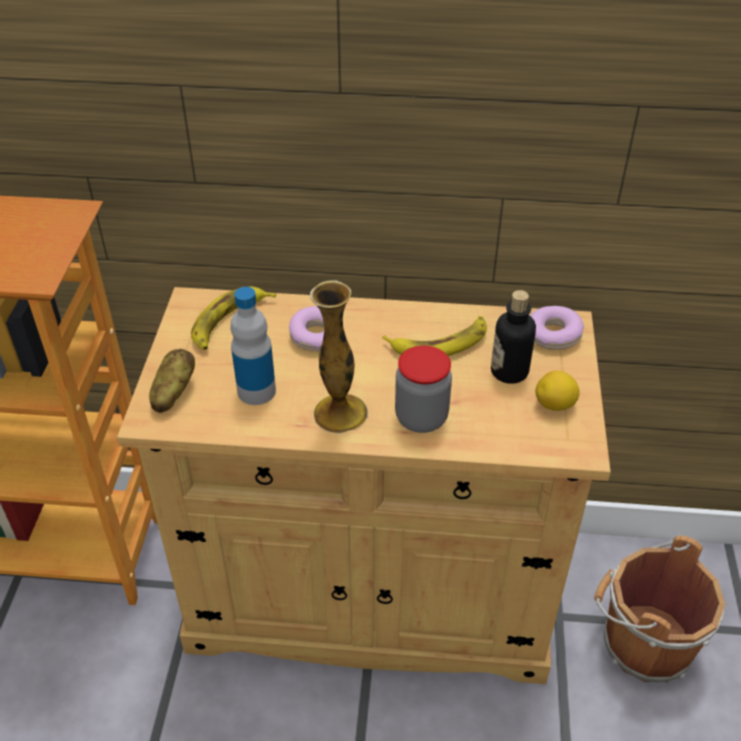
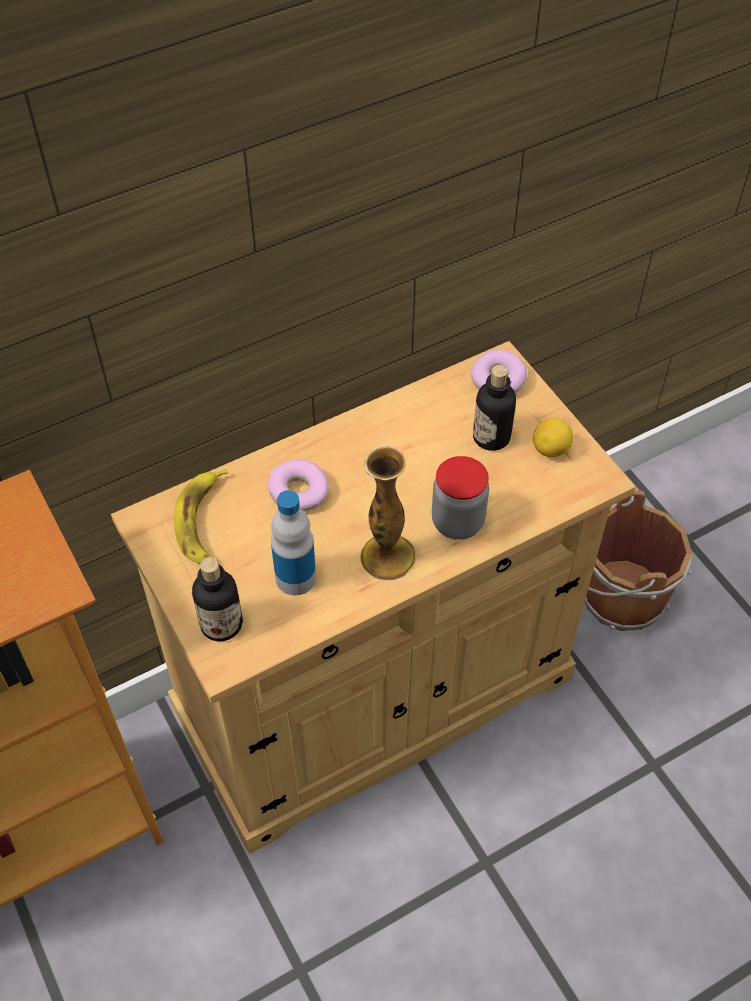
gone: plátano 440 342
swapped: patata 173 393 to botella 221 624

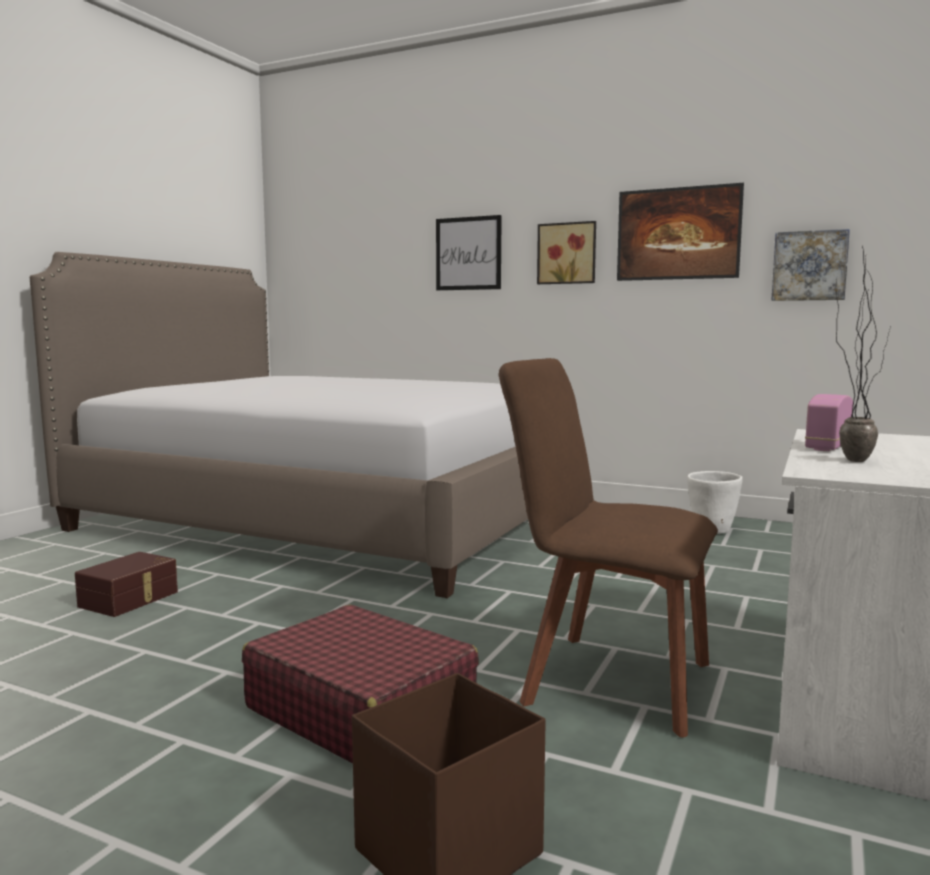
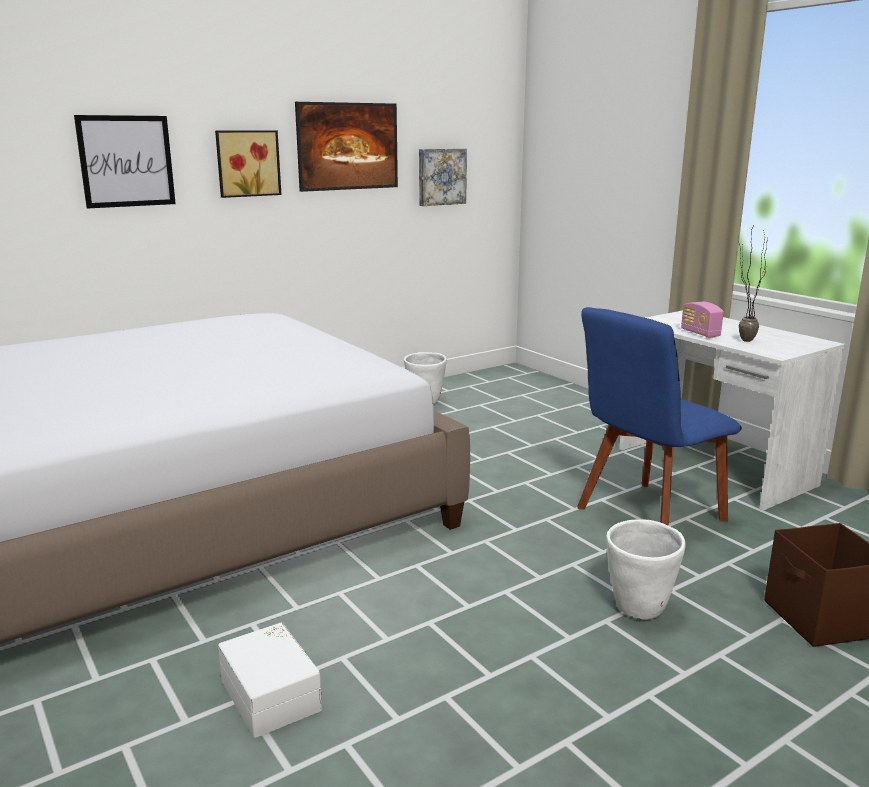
swapped: maleta [rojo] 360 709 to maceta [blanco] 638 608
repainted: silla [marrón] 607 680 to silla [azul] 646 517; caja de almacenaje [marrón] 130 599 to caja de almacenaje [blanco] 273 694

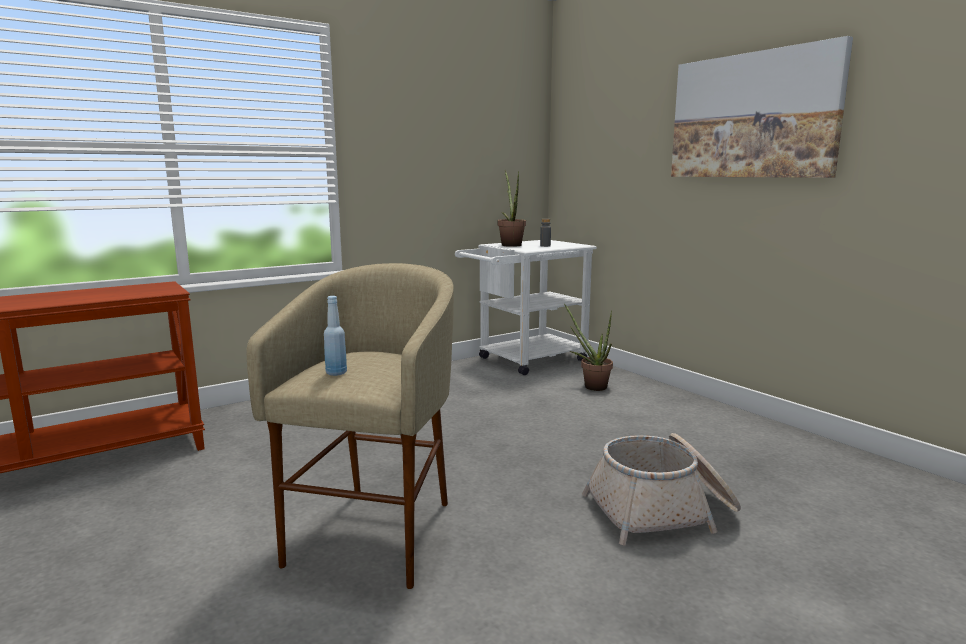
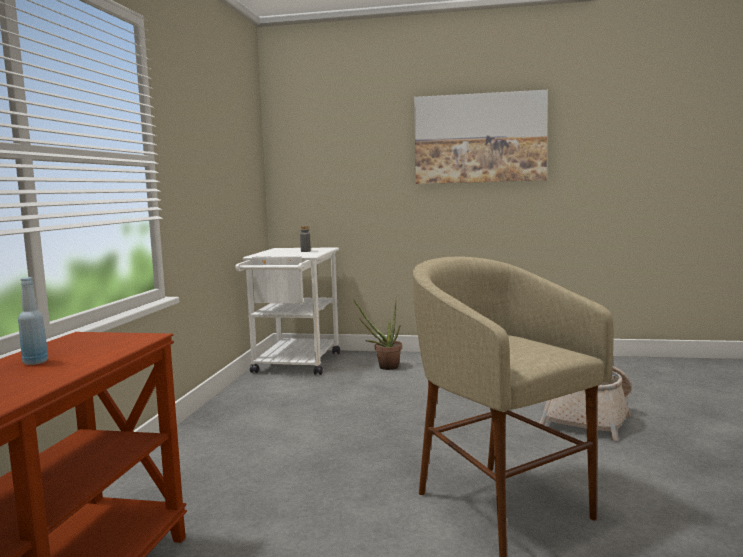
gone: planta en maceta 510 244
shifted: botella [azul] 336 373 to 35 362

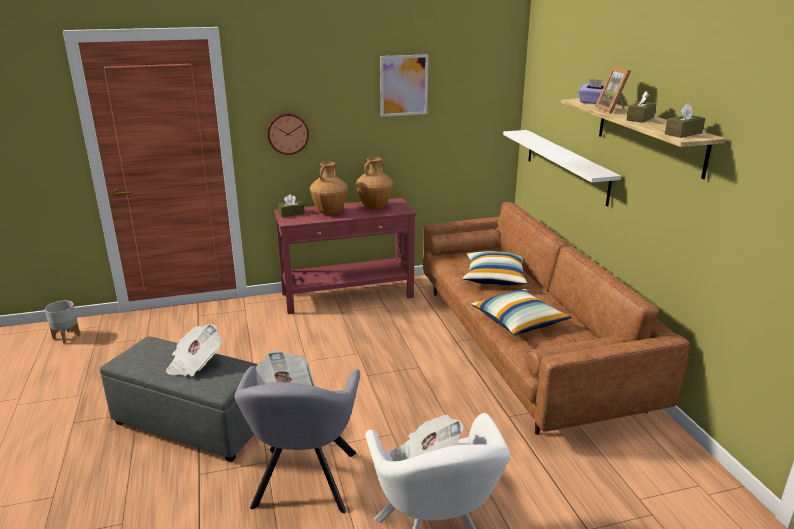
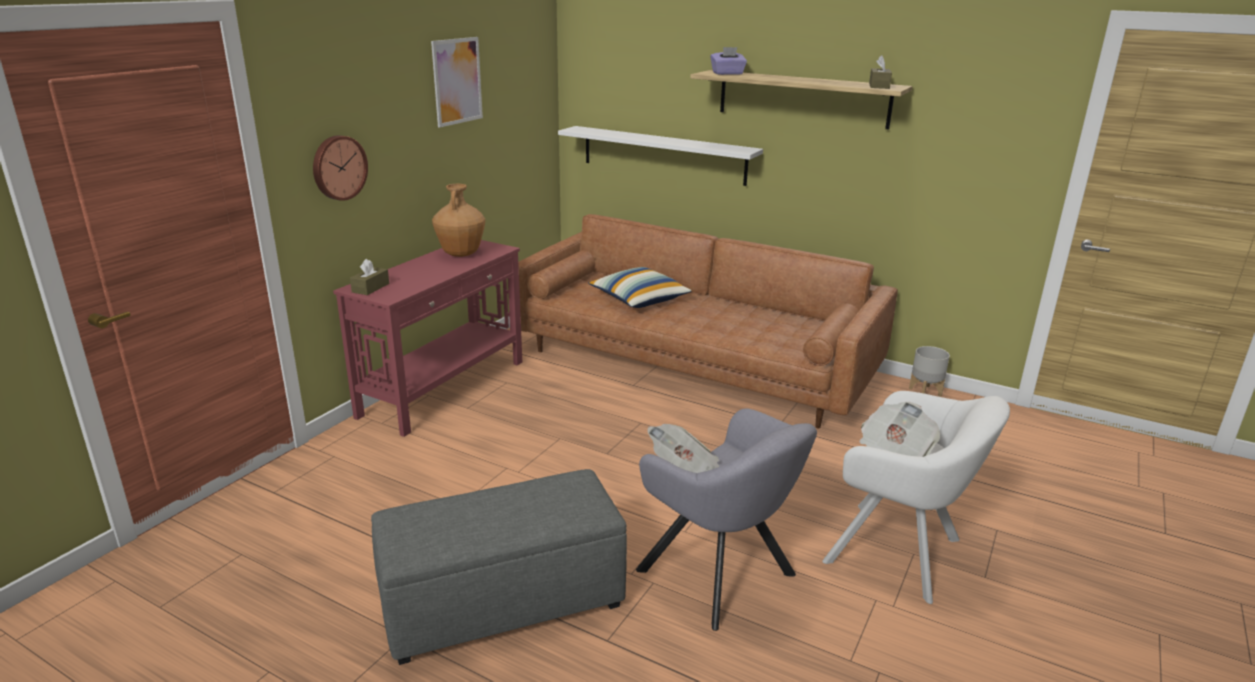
gone: portarretratos 613 110; caja de pañuelos [marrón] 640 118; florero [marrón] 330 213; cojín 519 322; periódico 195 363
shifted: maceta [gris] 67 337 to 925 392

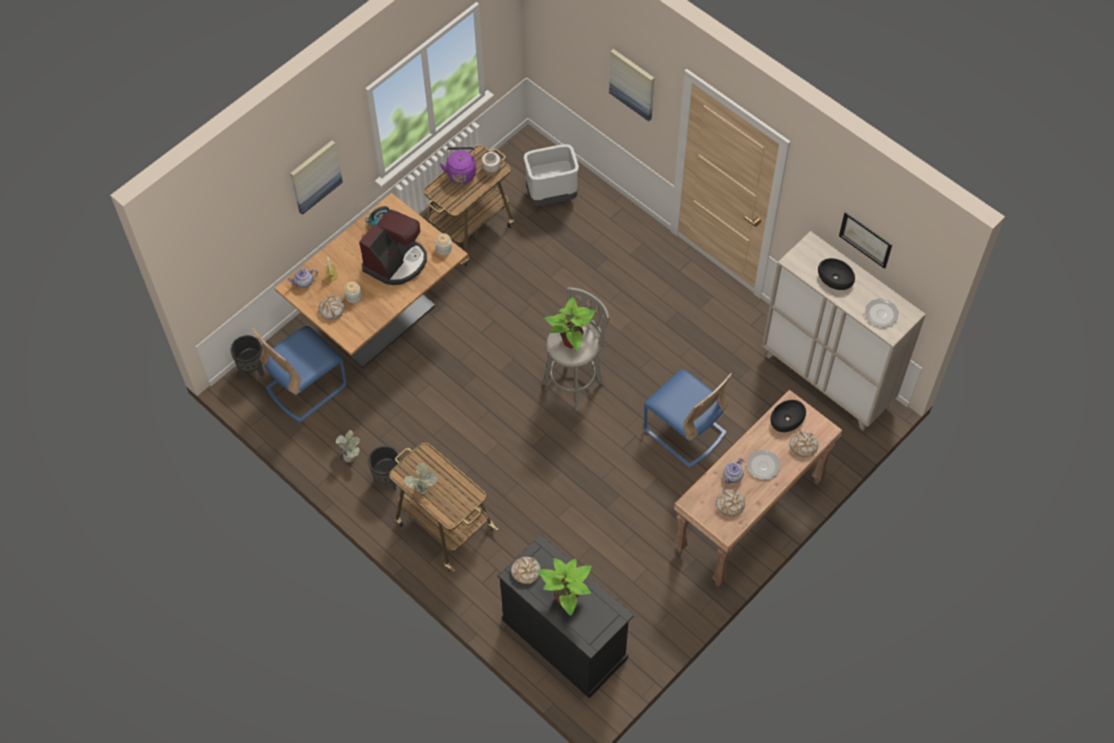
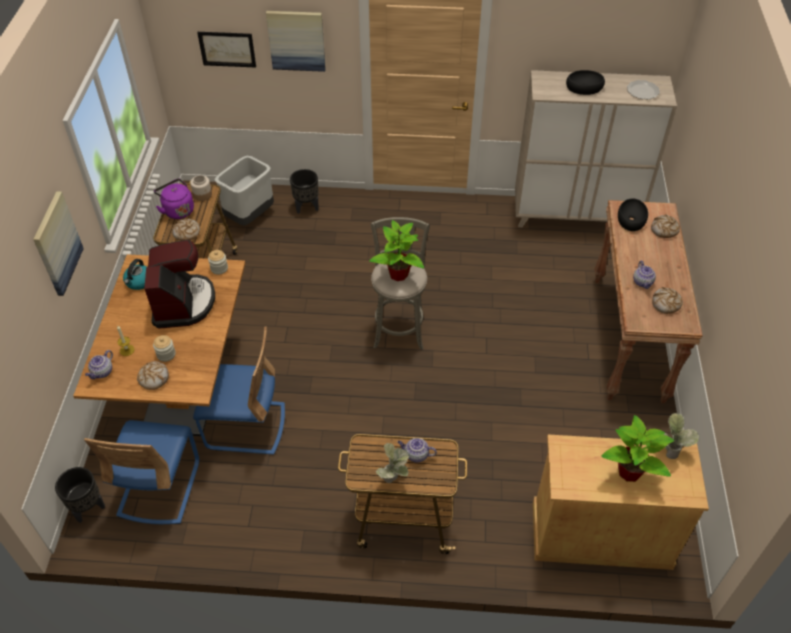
gone: plato 763 465
new: tetera 416 455
shifted: cuadro 865 239 to 227 49; silla [azul] 684 431 to 245 426; planta en maceta 350 455 to 670 449; maceta [negro] 387 480 to 306 207; pan 525 572 to 186 233
repainted: armario [negro] 565 638 to armario [beis] 600 534

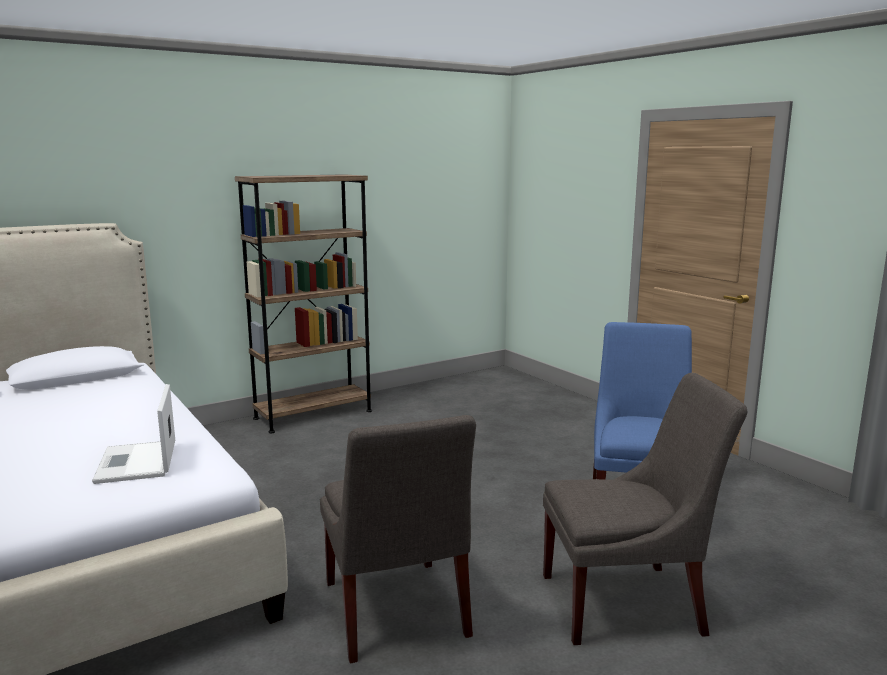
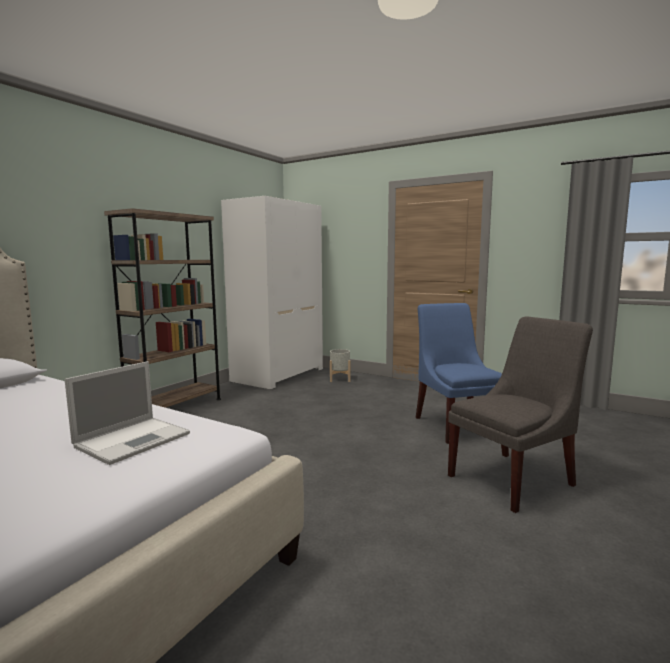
gone: silla [gris] 395 613
new: armario ropero [blanco] 278 375; maceta [gris] 339 379
rotated: portátil 137 463 = 134 439 105 degrees counterclockwise

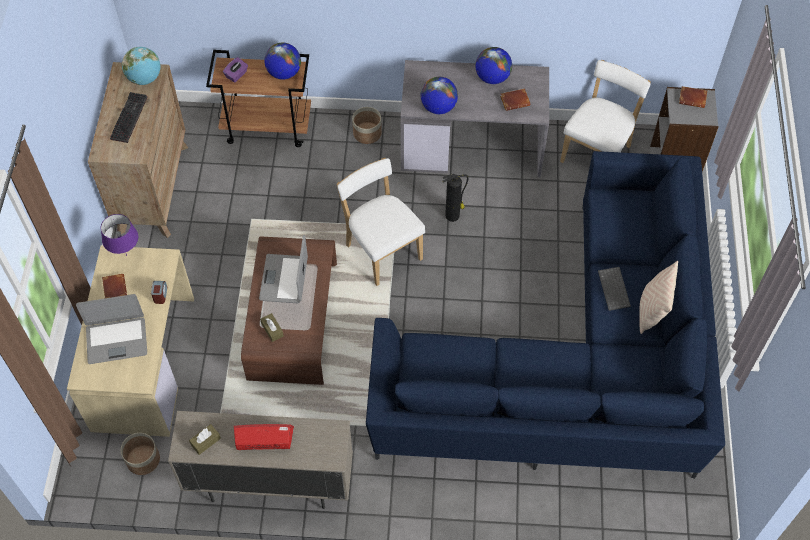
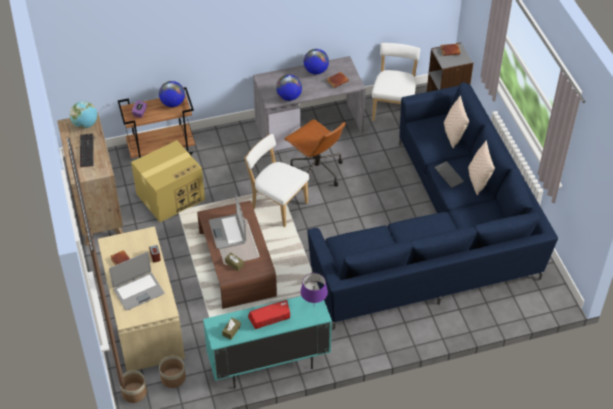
new: cojín [beis] 453 135; caja de cartón 171 196
shifted: maceta 367 133 to 134 392; lámpara de mesa [morado] 126 255 to 313 306
swapped: extintor 453 215 to silla de oficina [marrón] 316 171
repainted: armario [beis] 270 483 to armario [turquesa] 269 365

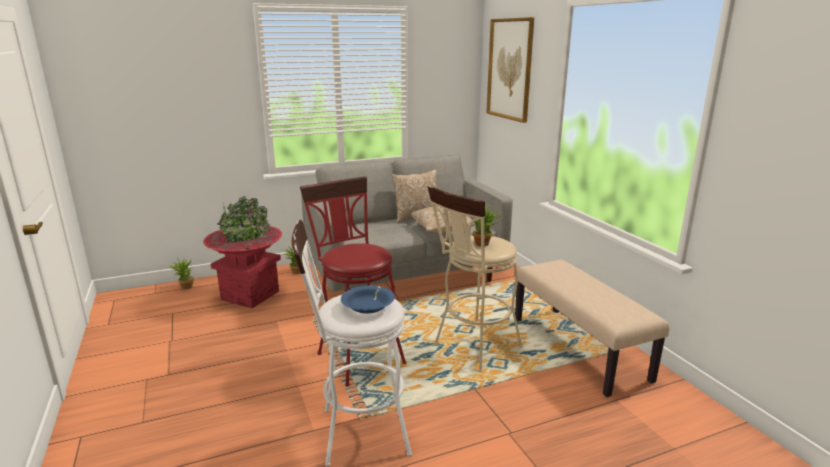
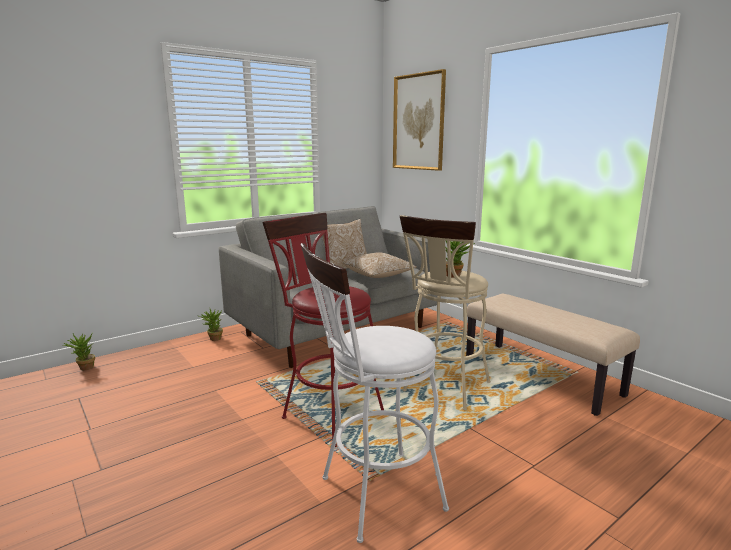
gone: maceta [rojo] 250 295; cuenco [azul] 368 306

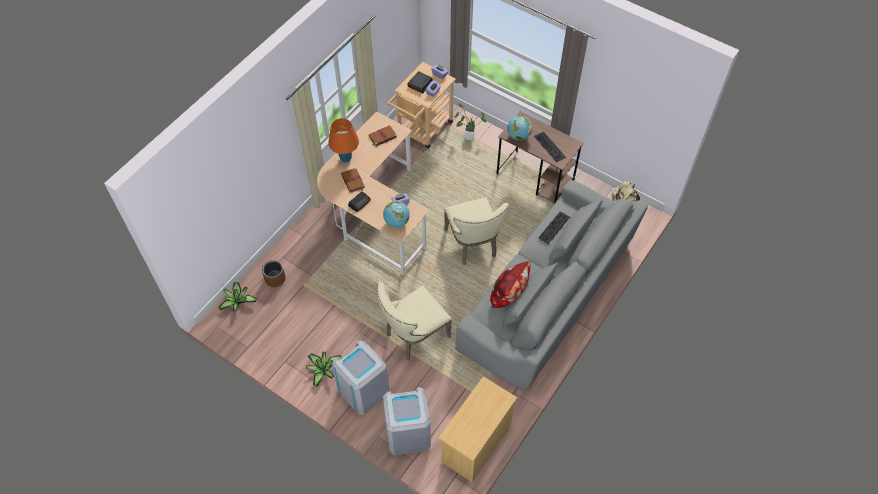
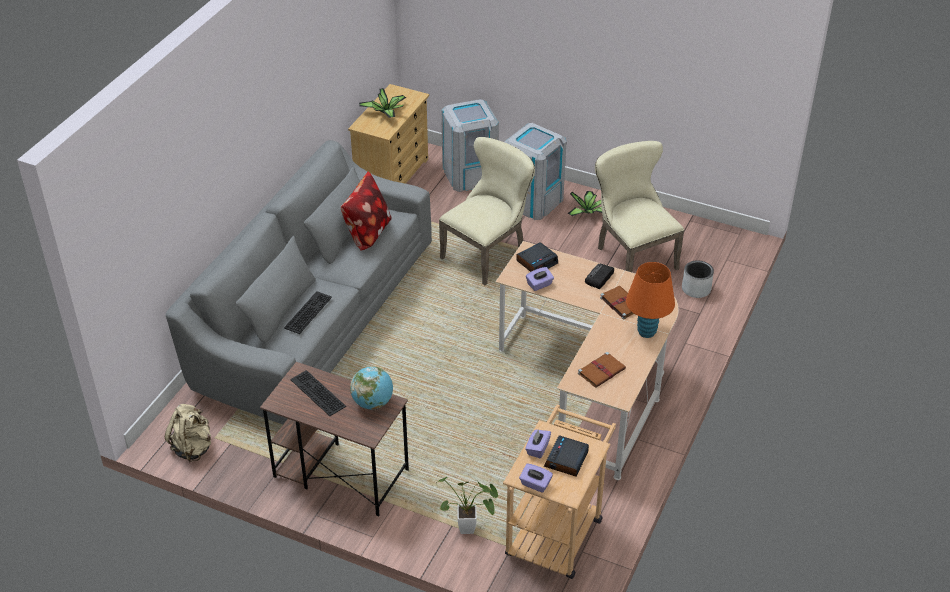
shifted: silla [beis] 473 245 to 632 256; planta en maceta 237 301 to 386 112
swapped: globo terráqueo 396 222 to despertador 537 262
repainted: maceta [marrón] 275 278 to maceta [gris] 696 289

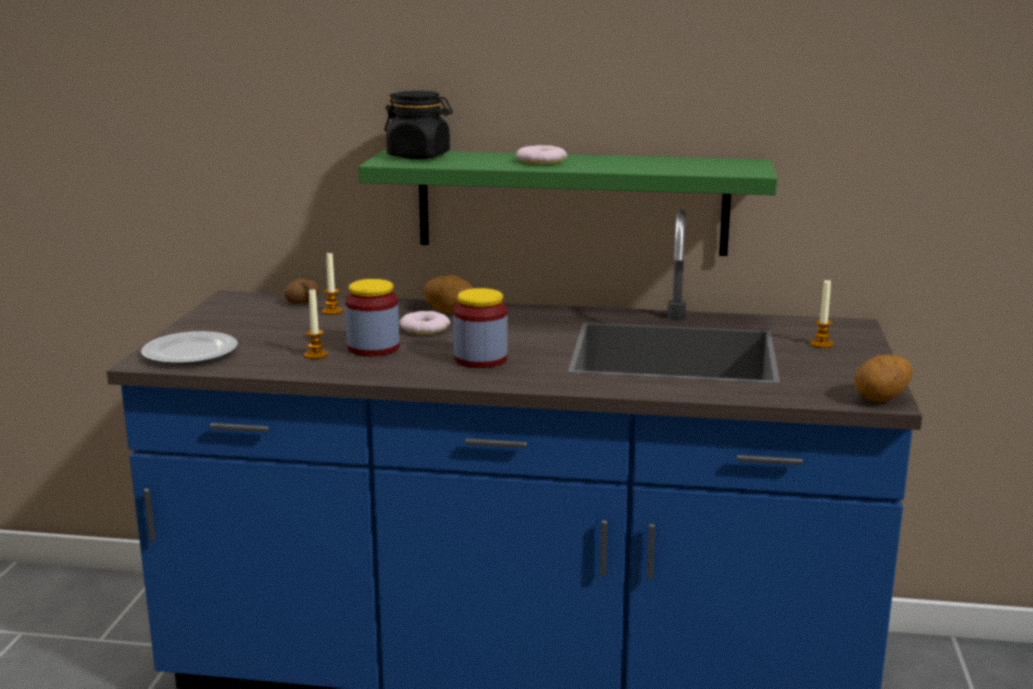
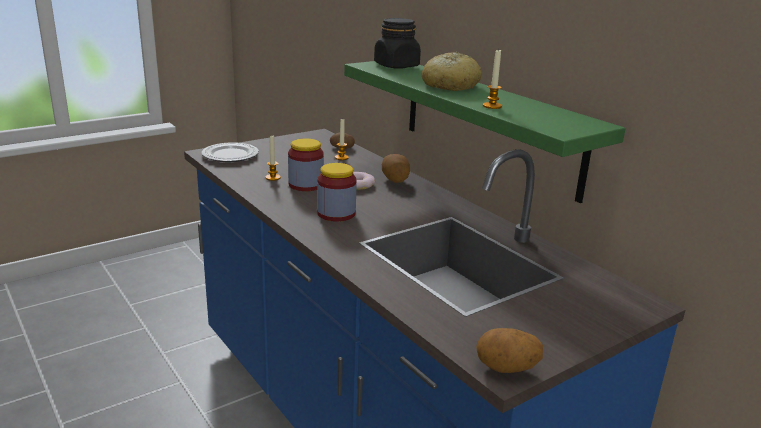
shifted: vela 821 344 to 492 106
swapped: rosquilla 541 161 to pan 450 86

